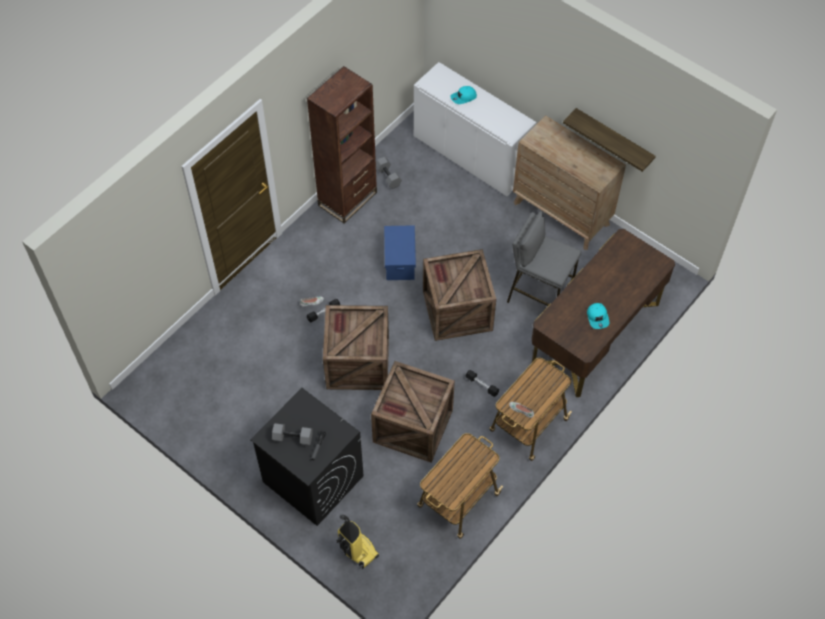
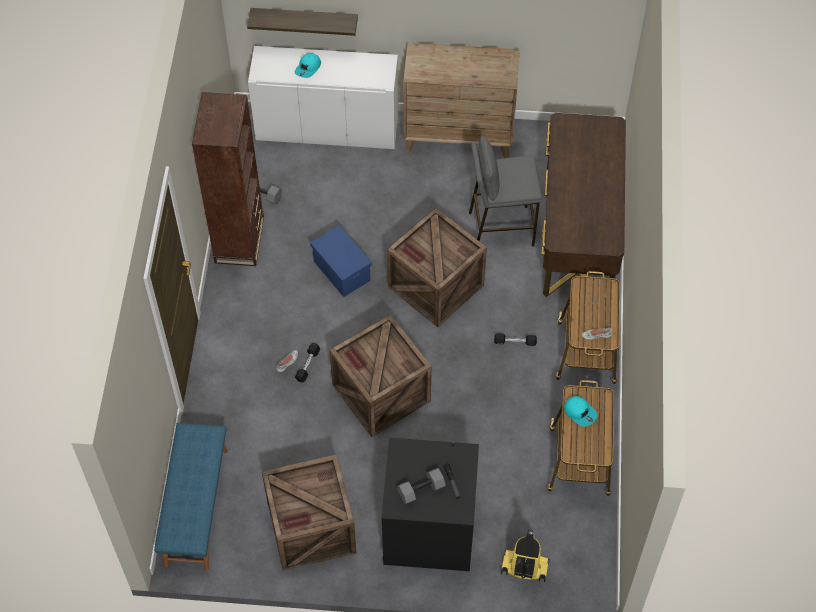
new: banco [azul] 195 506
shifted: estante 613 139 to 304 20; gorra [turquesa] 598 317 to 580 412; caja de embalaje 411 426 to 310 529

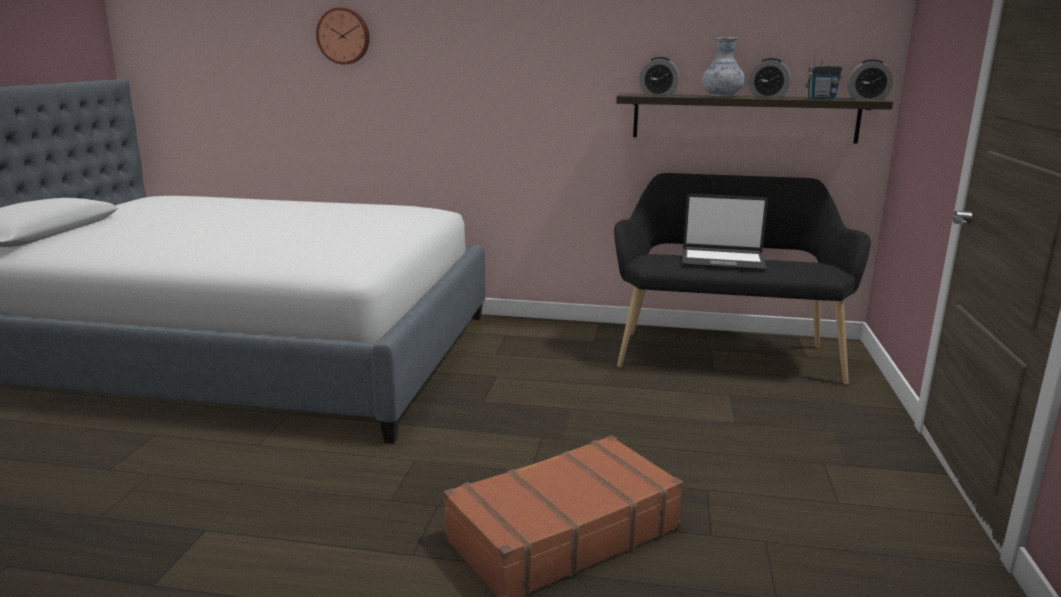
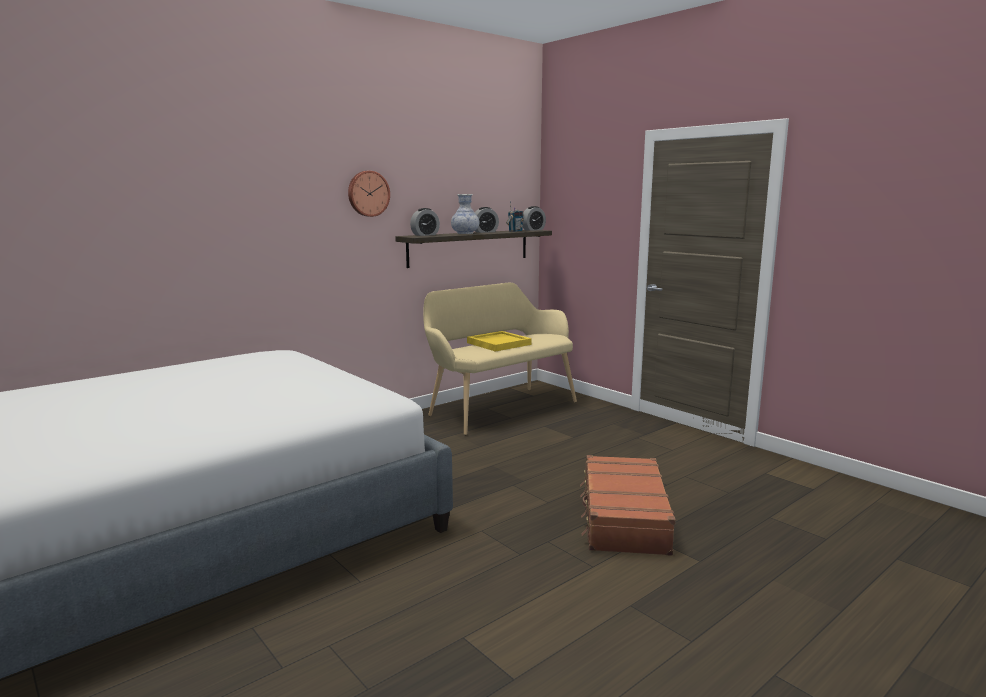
shifted: reloj de pared 344 36 to 368 193
swapped: portátil 722 261 to bandeja [amarillo] 499 343
repainted: banco [negro] 725 353 to banco [beis] 498 408

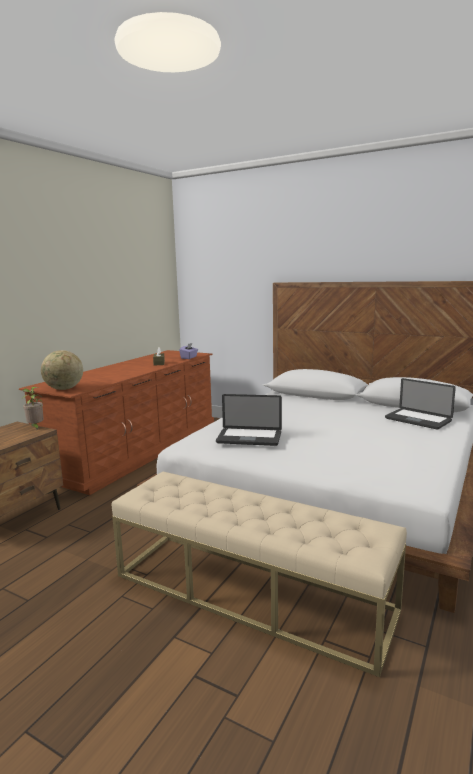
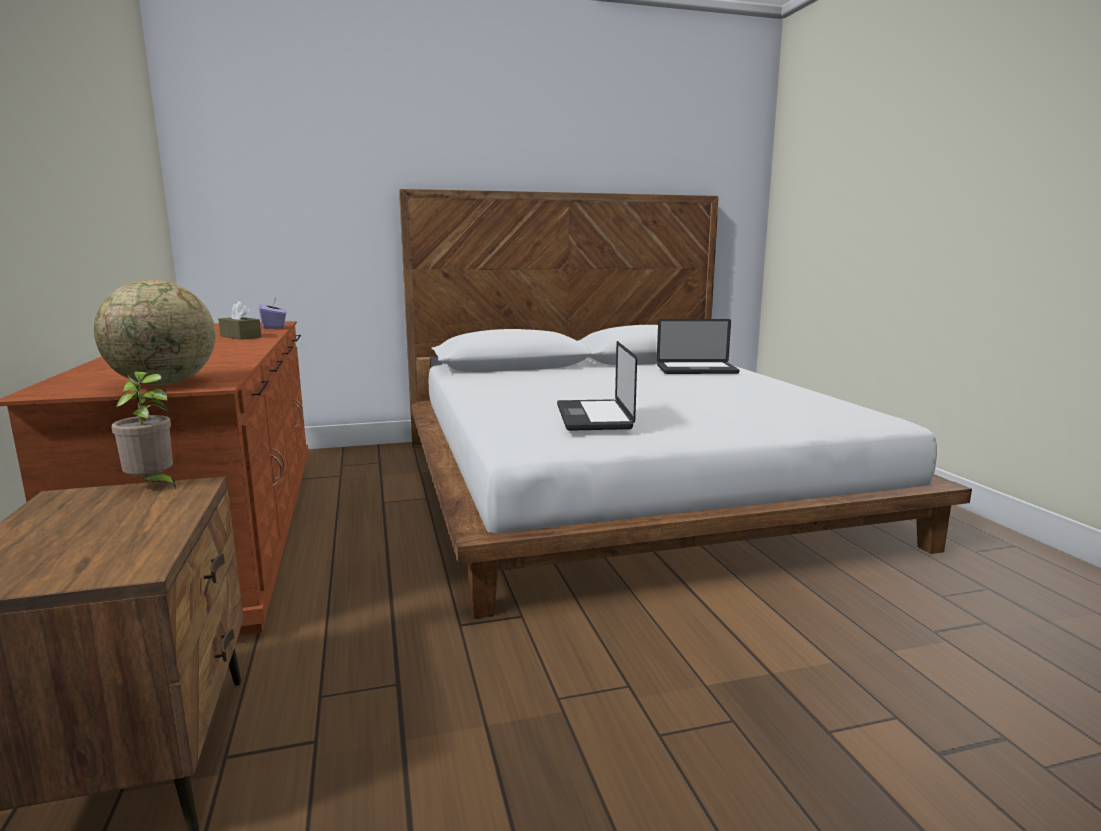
gone: banco [beis] 251 592
rotated: portátil 249 438 = 593 417 120 degrees clockwise

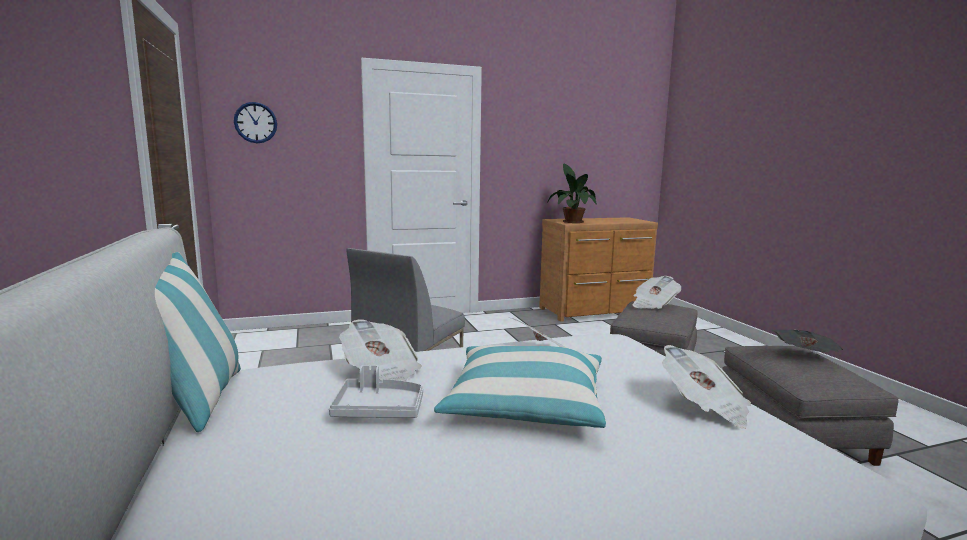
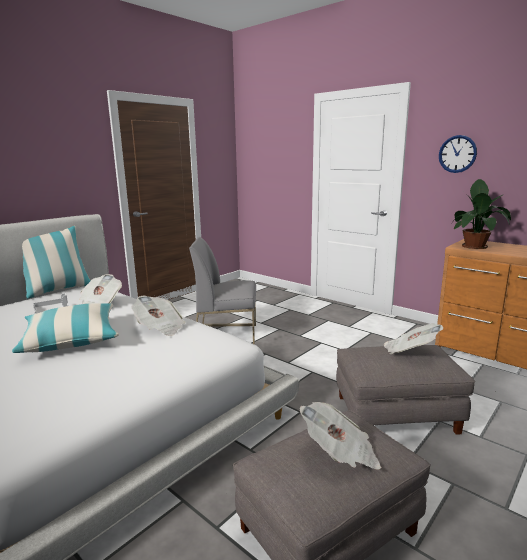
gone: periódico 705 407
shifted: reloj de pared 255 122 to 457 154

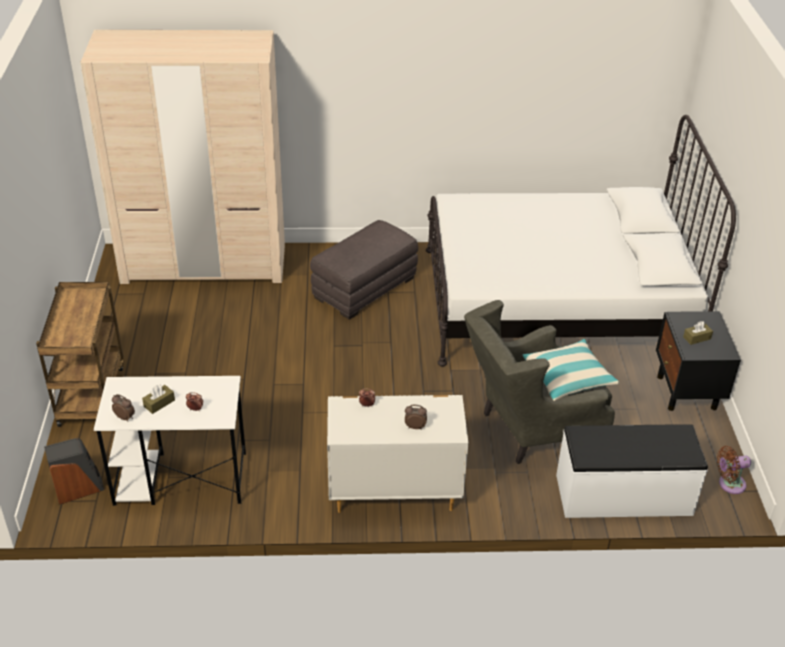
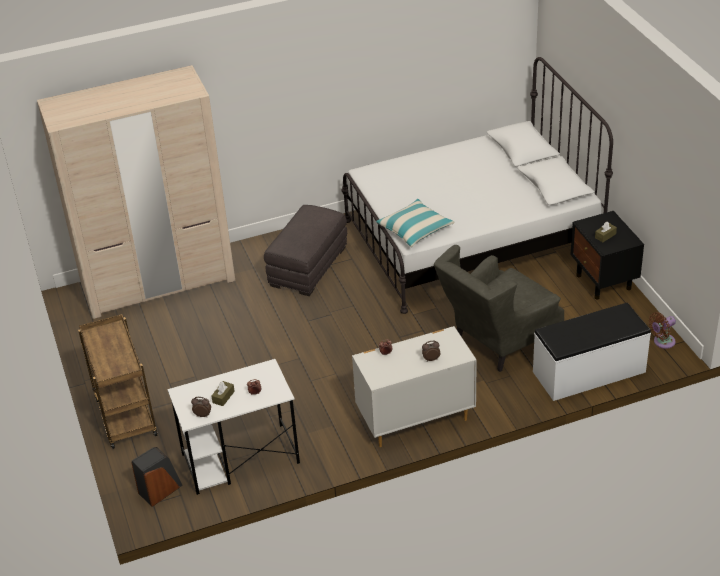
shifted: cojín 568 378 to 415 229

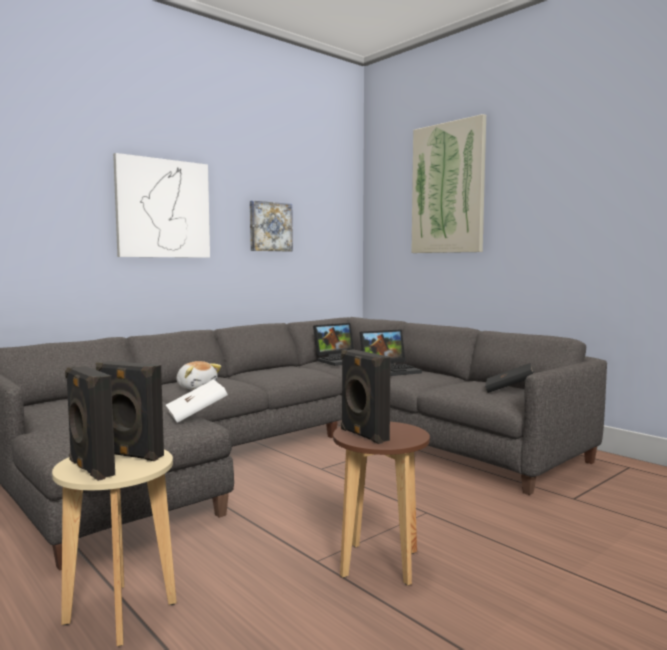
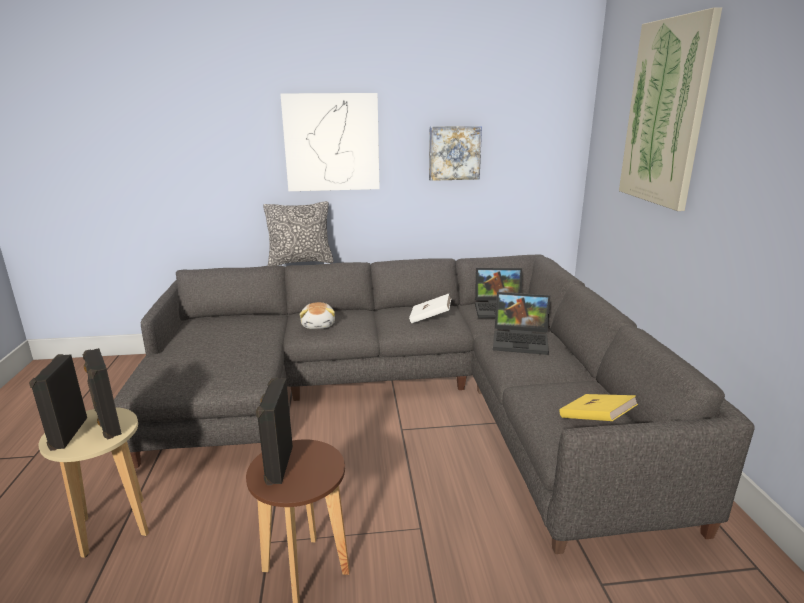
new: cojín 300 262
shifted: libro [blanco] 196 415 to 430 318
repainted: libro [negro] 509 390 to libro [amarillo] 595 420

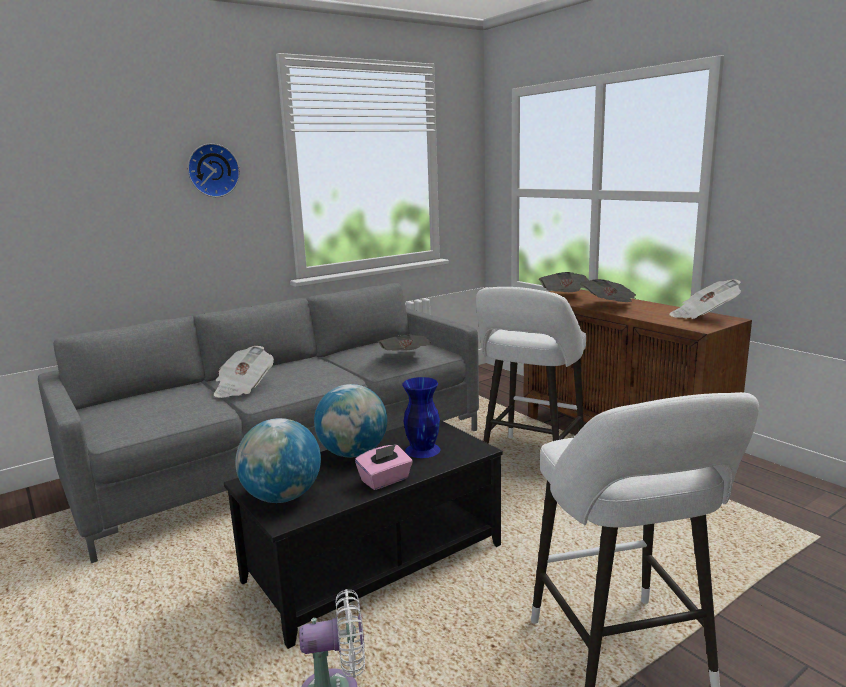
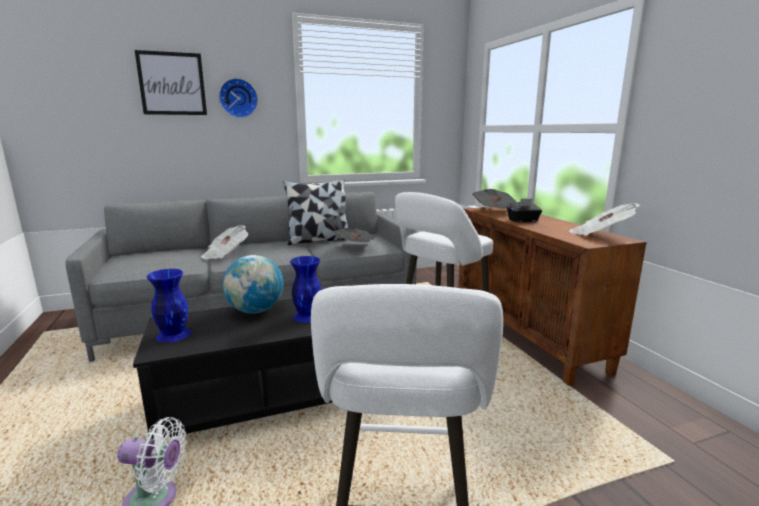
gone: caja de pañuelos [rosa] 385 480
new: cuadro 172 84; cojín 318 240
swapped: periódico 609 306 to caja de pañuelos [negro] 523 221; globo terráqueo 282 497 to florero [azul] 173 334

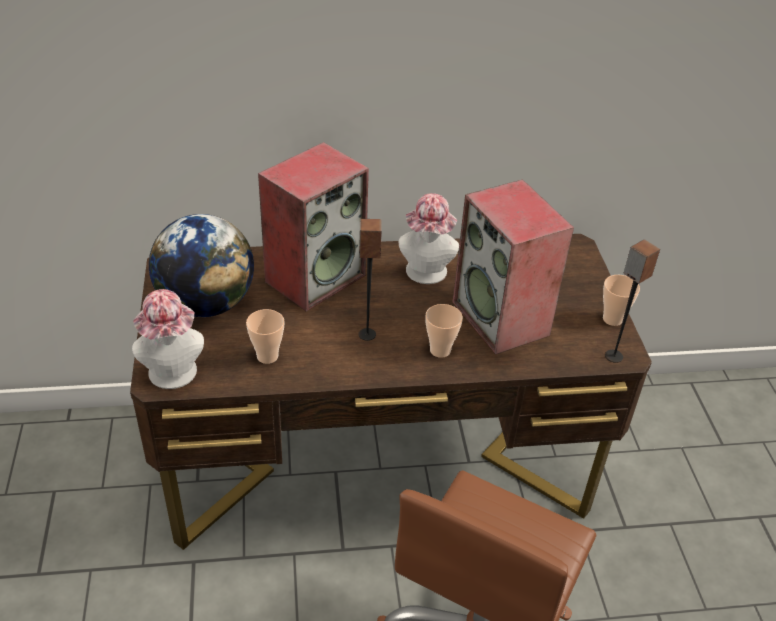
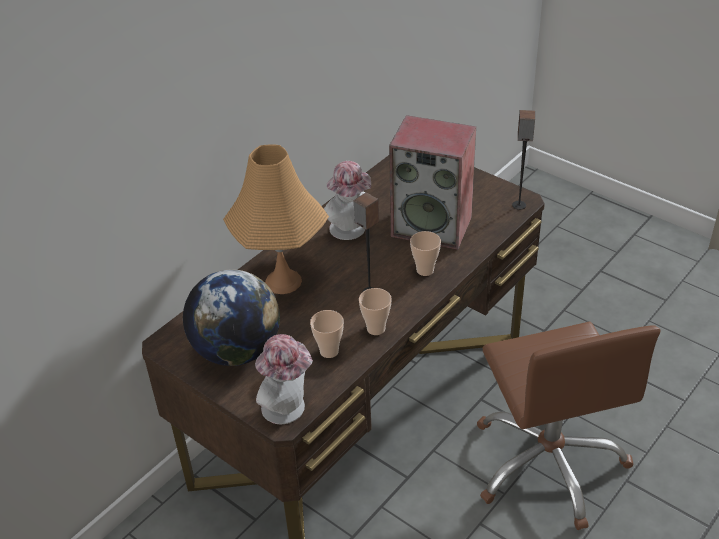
shifted: taza 612 319 to 376 328
swapped: altavoz 315 277 to lámpara de mesa [naranja] 283 281

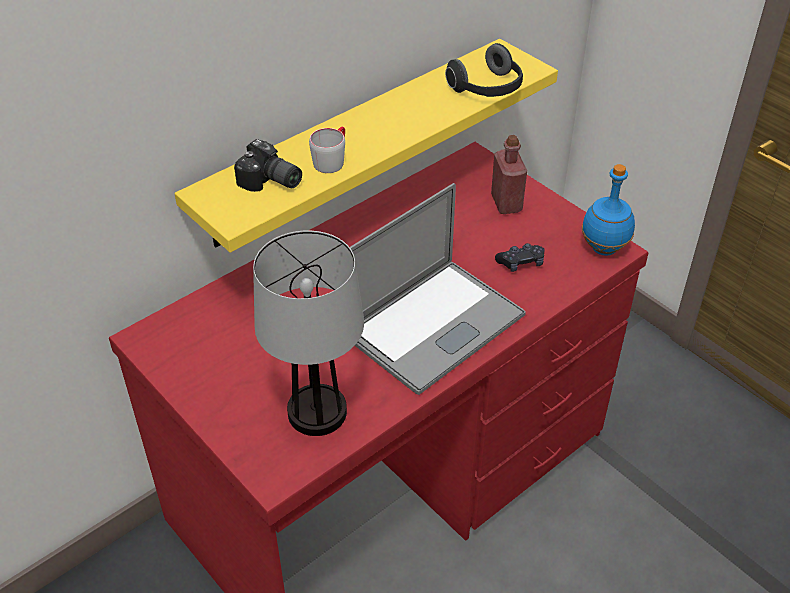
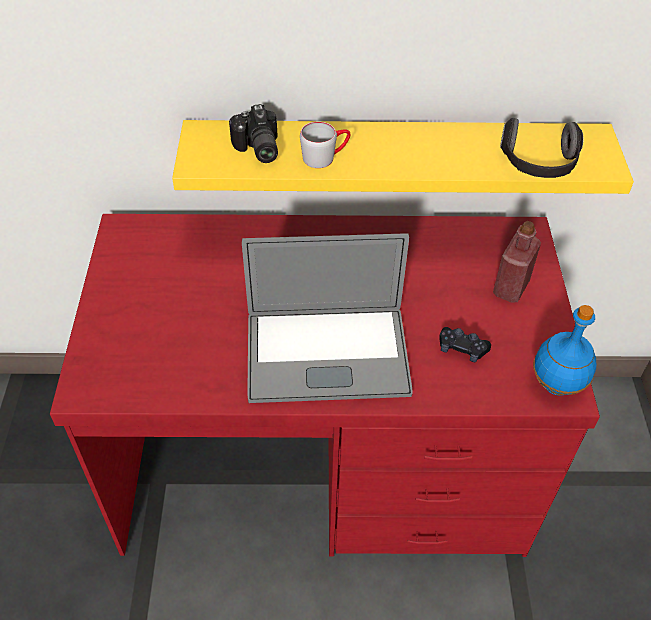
gone: lámpara de mesa 316 411

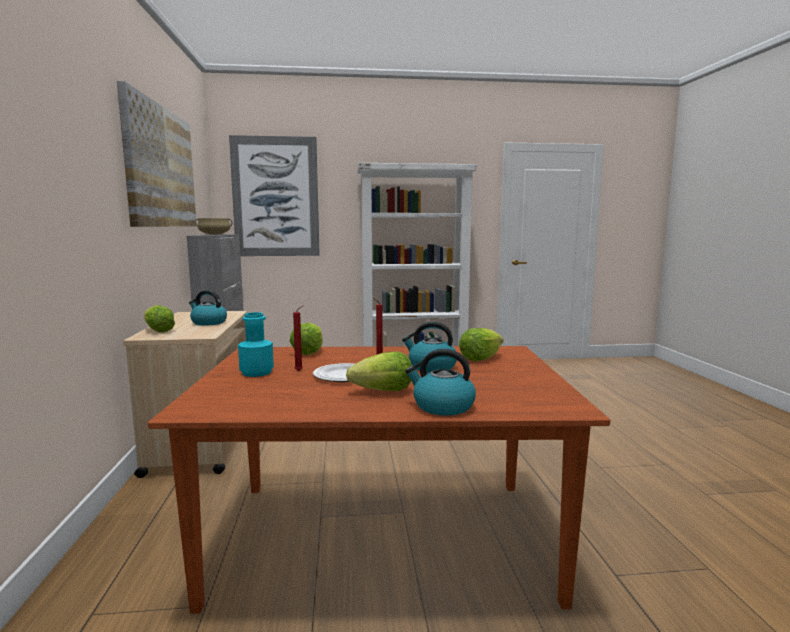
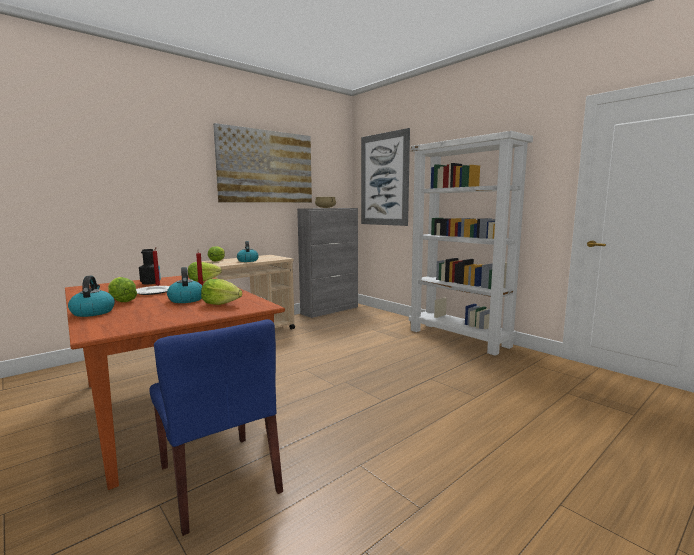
new: silla [azul] 219 479
repainted: botella [turquesa] 256 372 to botella [negro] 150 282

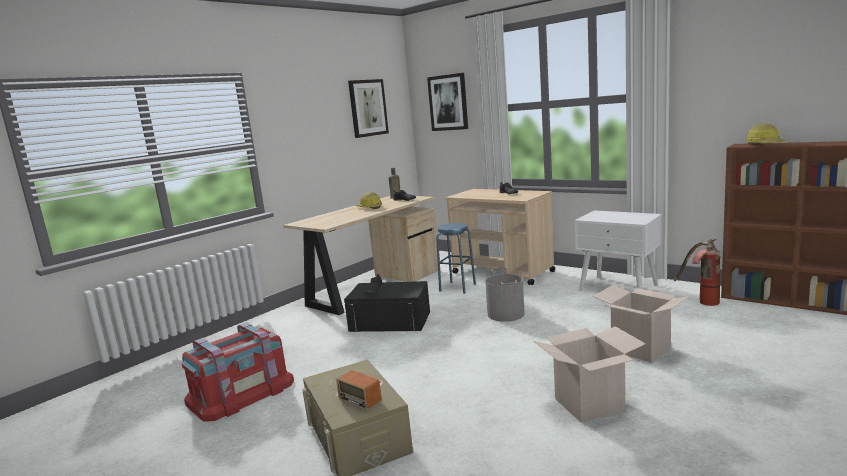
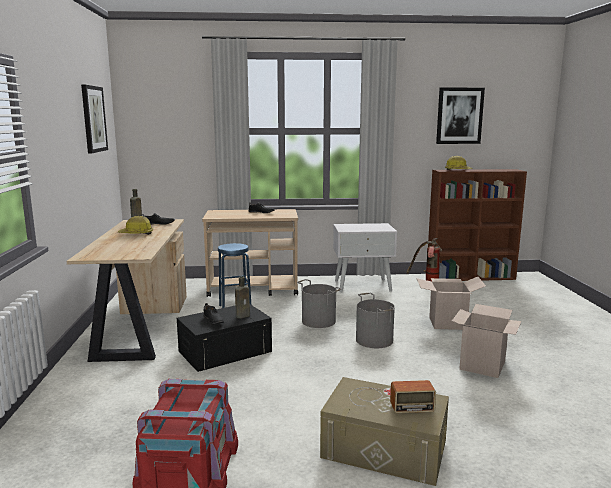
new: botella [marrón] 244 316; cubo [gris] 374 340
shifted: cuadro 448 102 to 459 116

